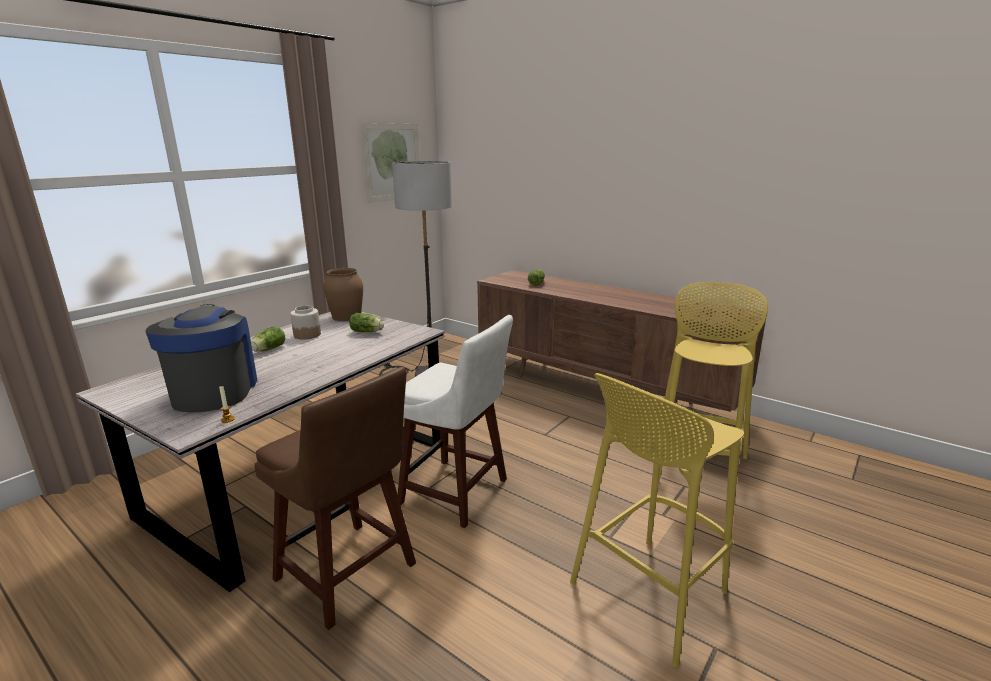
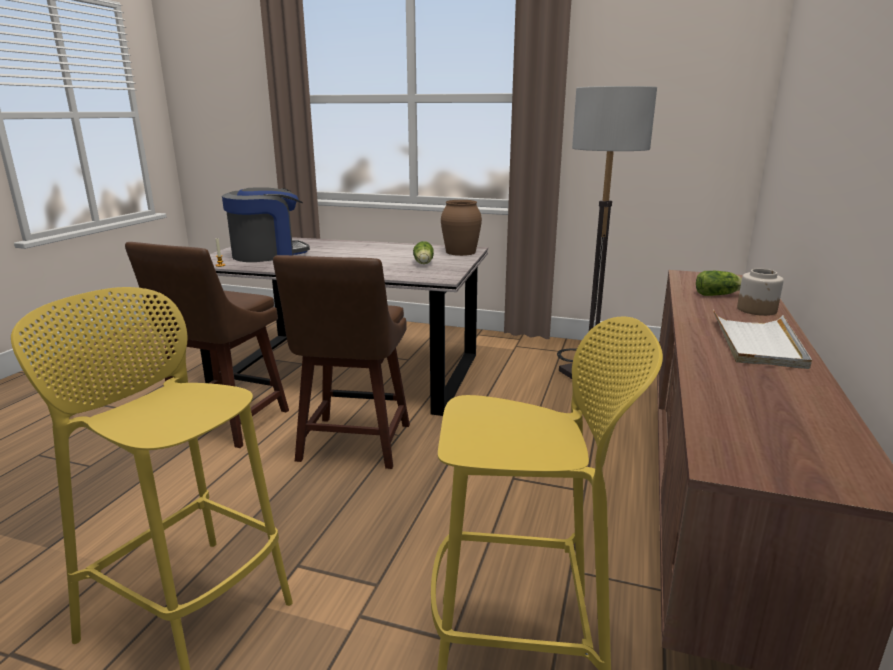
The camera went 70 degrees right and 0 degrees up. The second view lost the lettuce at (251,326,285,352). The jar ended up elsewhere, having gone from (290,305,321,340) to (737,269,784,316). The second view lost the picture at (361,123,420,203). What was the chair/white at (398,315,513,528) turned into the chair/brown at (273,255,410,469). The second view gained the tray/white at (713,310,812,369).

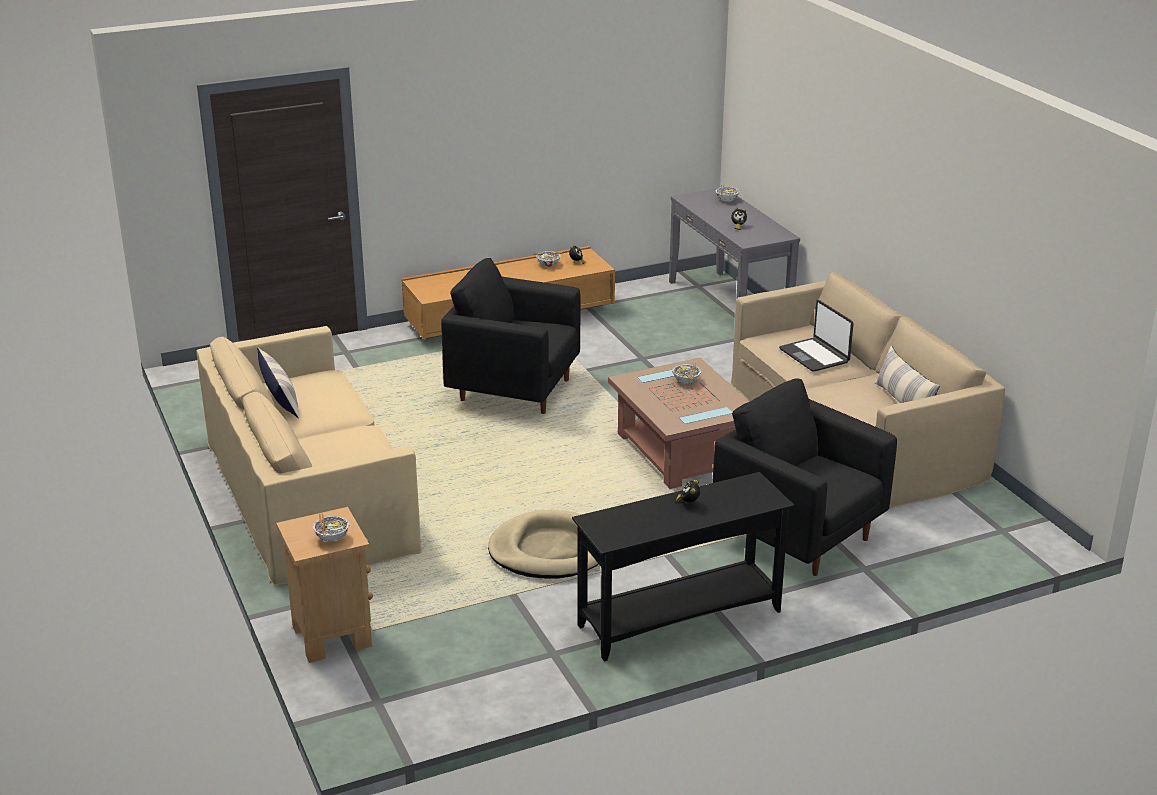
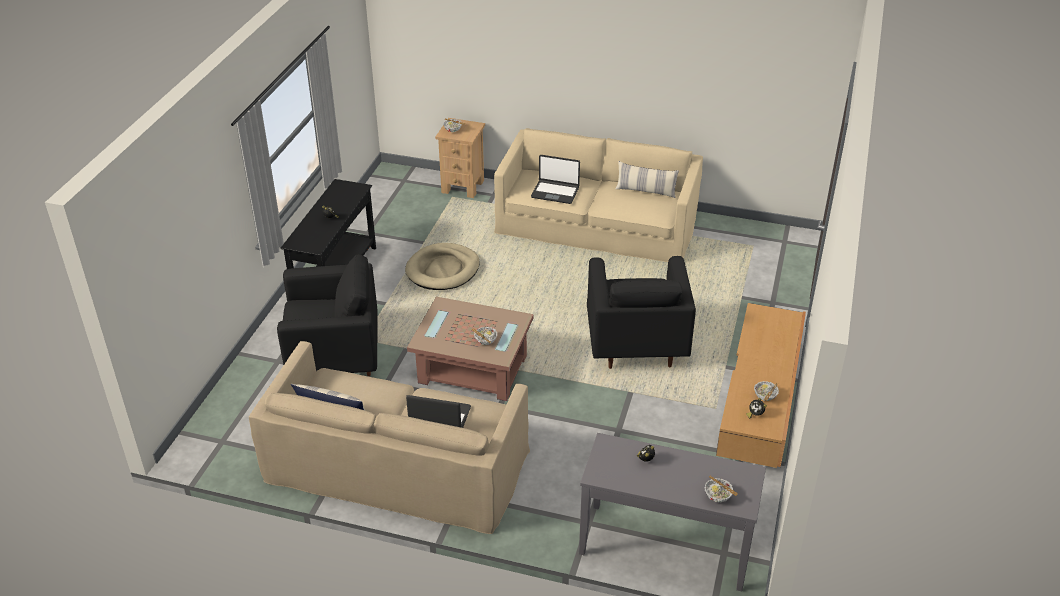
The camera went 130 degrees right and 10 degrees up. The armchair/black at (441,258,581,414) ended up facing another way, 120 degrees clockwise from before. The second view gained the laptop at (531,155,580,204).

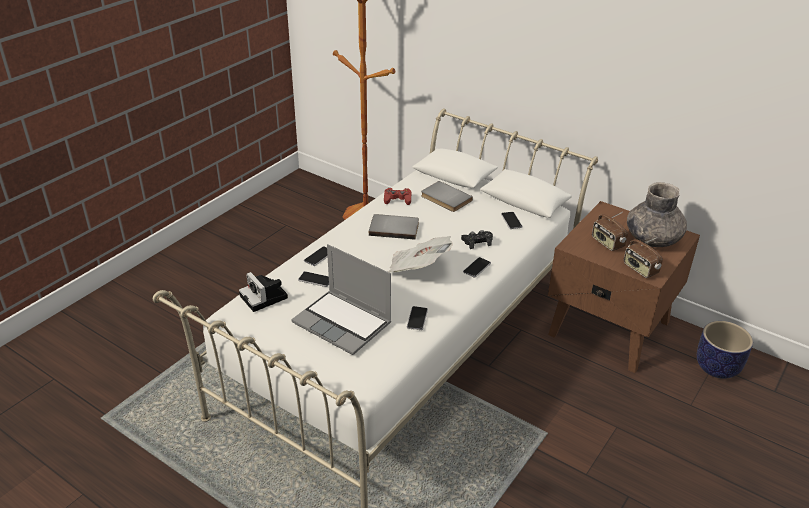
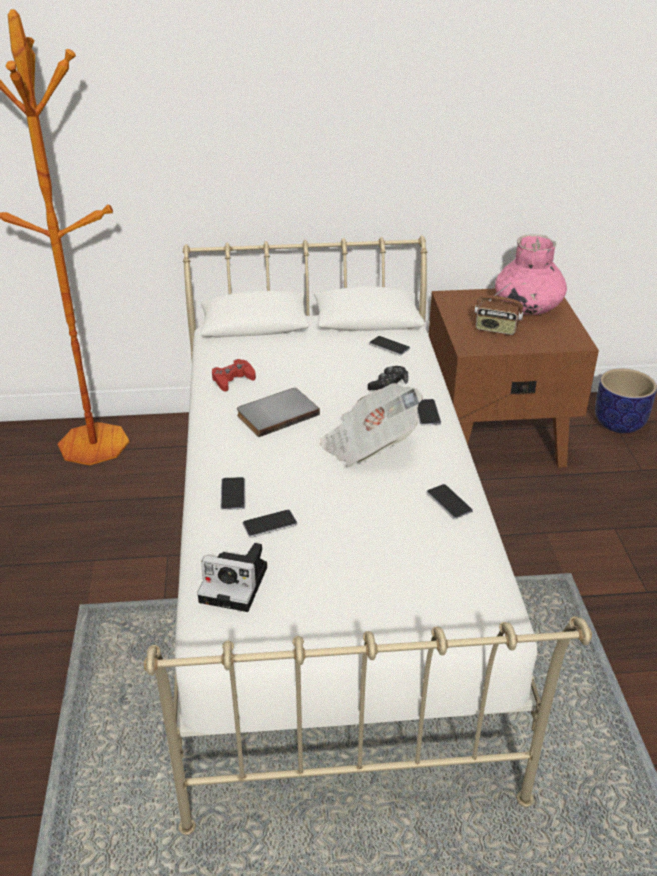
The camera went 40 degrees left and 0 degrees up. The second view lost the laptop at (291,244,391,355). The second view lost the book/grey at (421,181,473,212). The second view lost the radio at (624,237,663,278). What was the vase/grey at (627,182,687,247) turned into the vase/pink at (495,234,567,315).

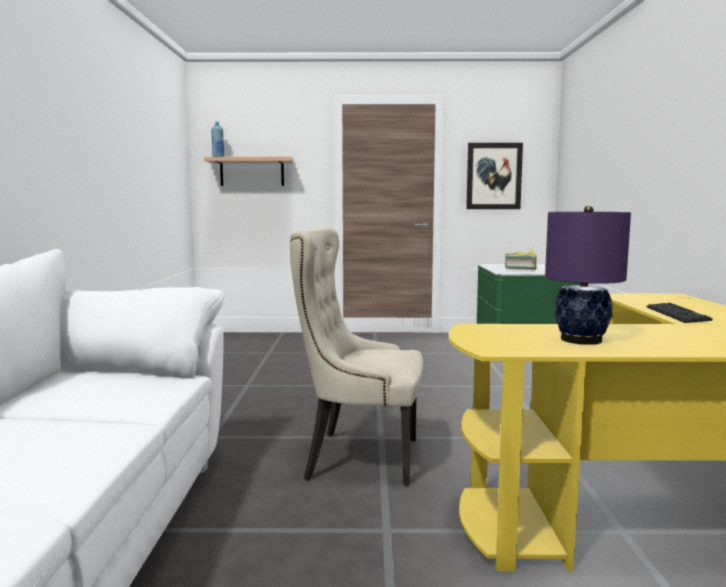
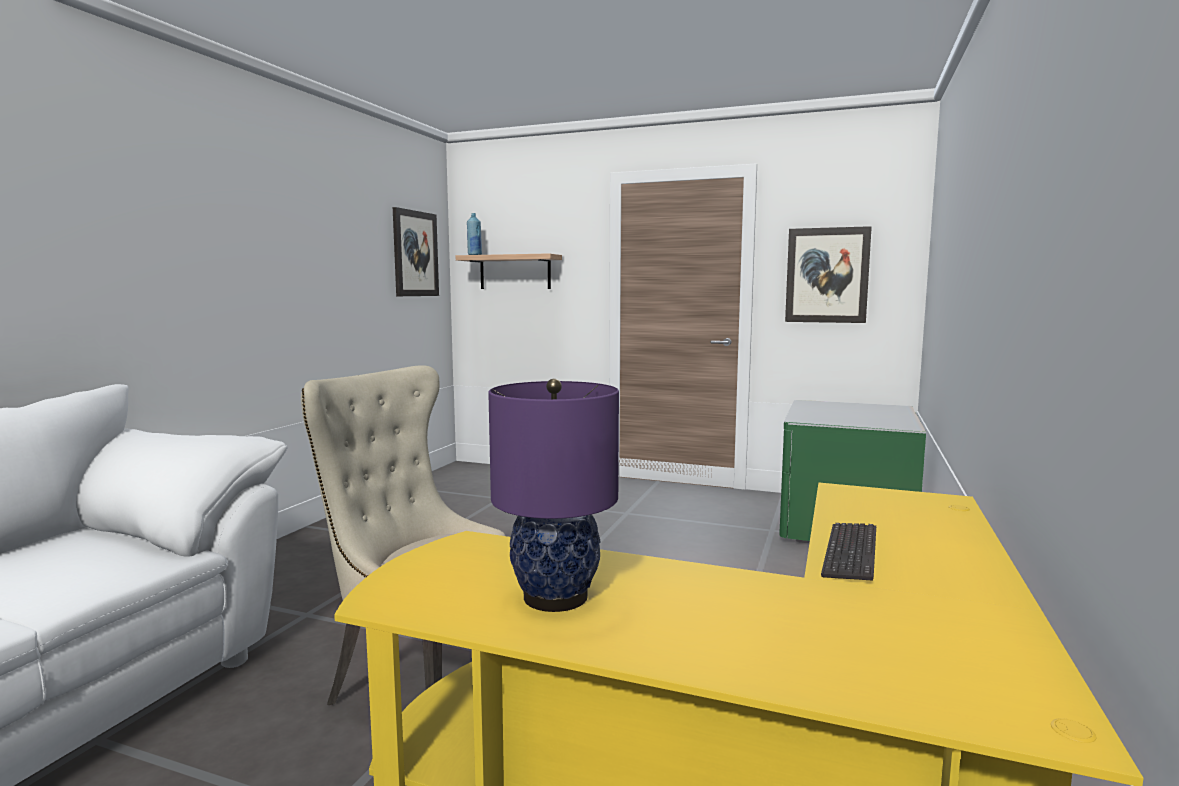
The camera went 20 degrees right and 0 degrees up. The second view lost the book at (505,249,537,270). The second view gained the picture at (393,207,439,296).

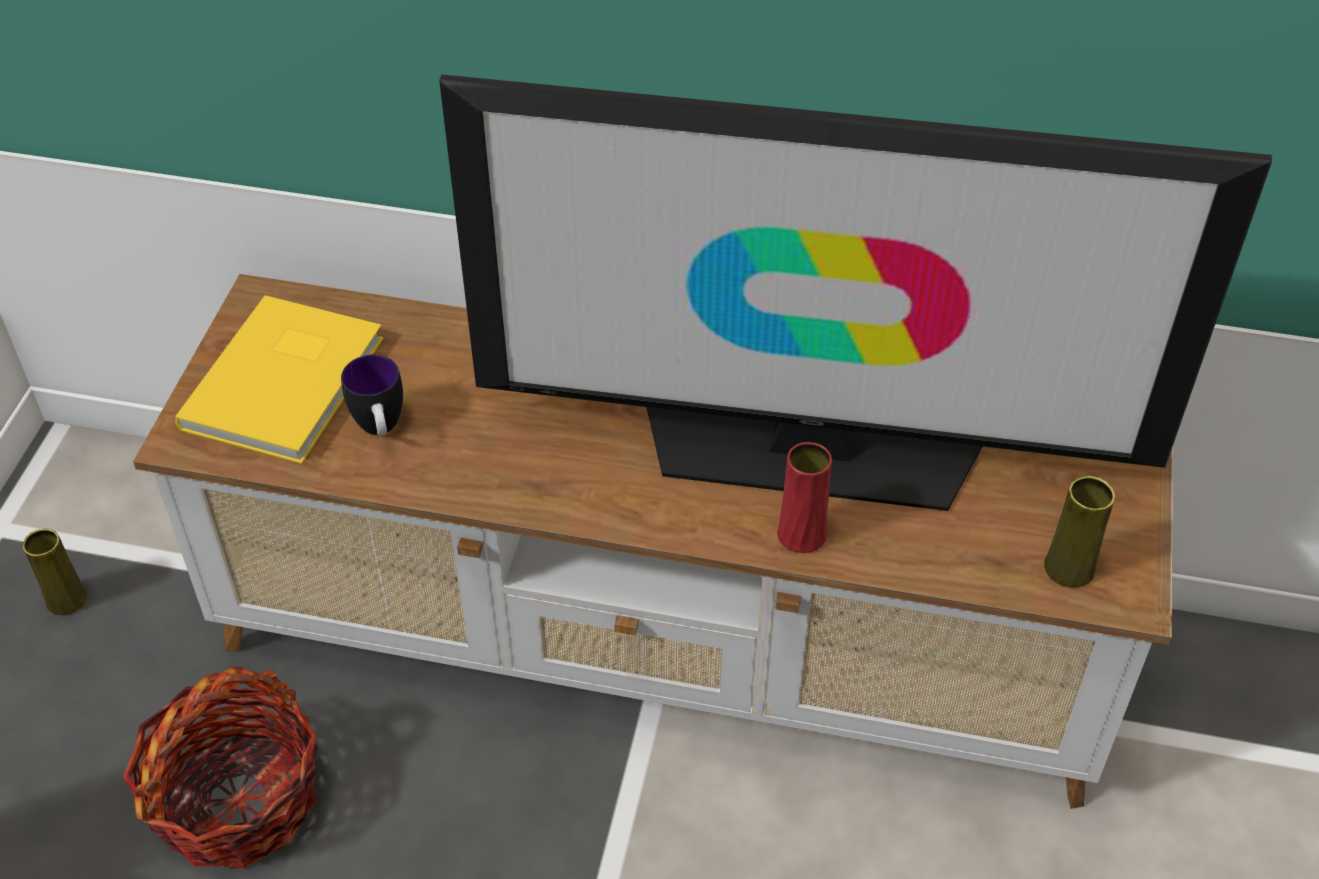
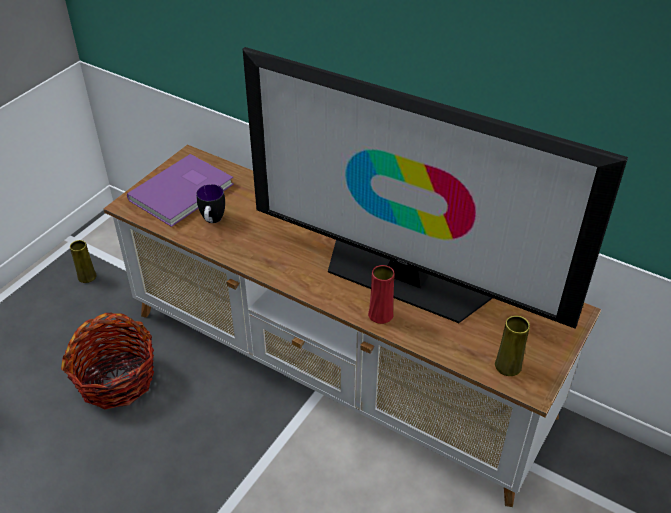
The camera went 20 degrees right and 5 degrees down. What was the book/yellow at (175,295,384,464) turned into the book/purple at (127,154,234,227).

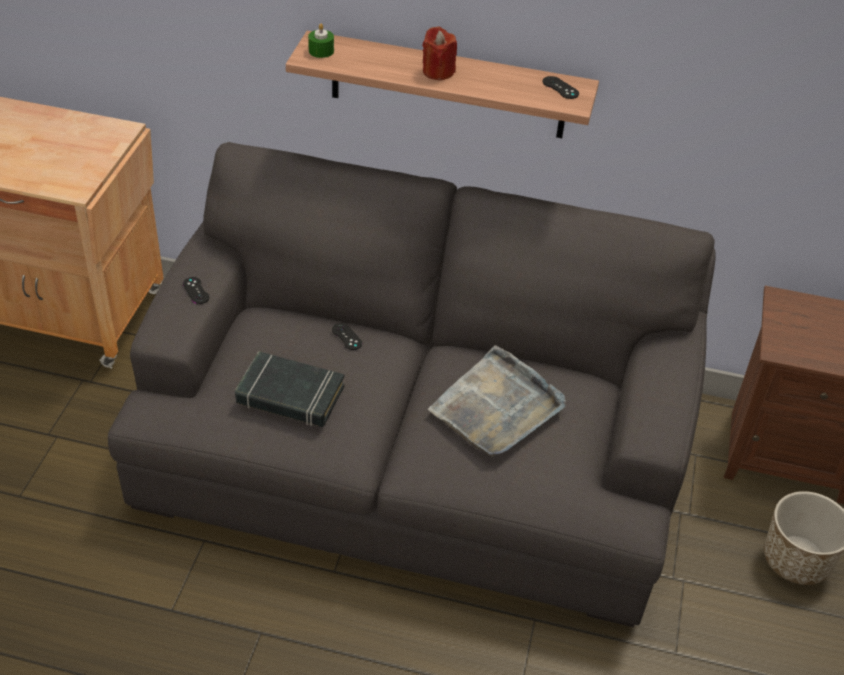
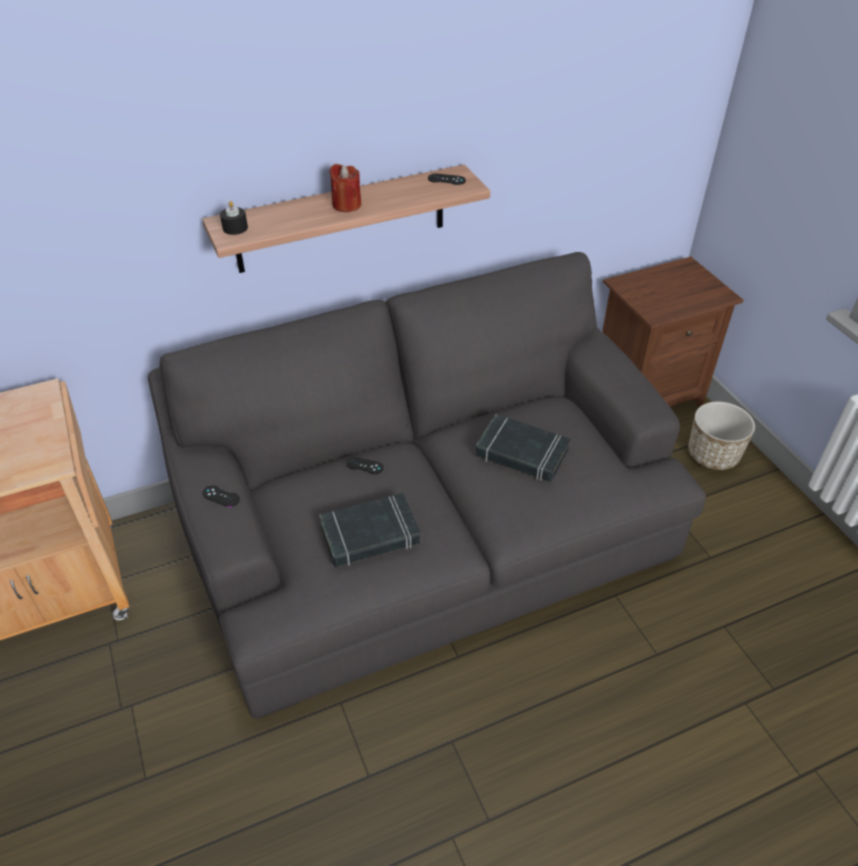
The camera went 35 degrees left and 0 degrees up. What was the candle/green at (308,24,334,58) turned into the candle/black at (220,201,248,235). Where the tray/grey stood at (428,345,566,457), the book/black came to stand at (476,414,570,482).

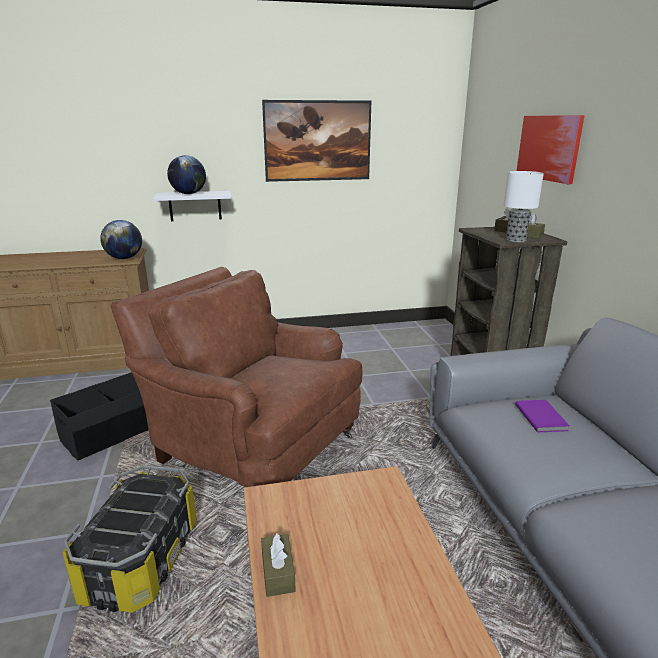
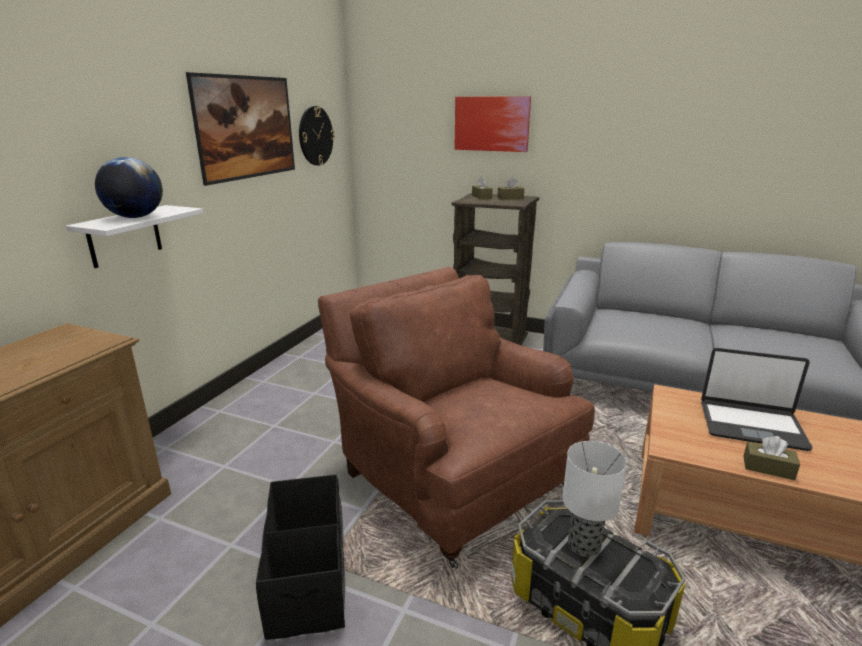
The camera went 55 degrees left and 0 degrees up. The second view lost the globe at (100,220,142,259). The armchair/brown at (111,267,362,487) ended up facing another way, 75 degrees clockwise from before. The table lamp ended up elsewhere, having gone from (503,171,544,242) to (562,441,627,557). The second view lost the book/purple at (515,400,570,432). The second view gained the wall clock at (299,106,335,166). The second view gained the laptop at (701,348,812,451).

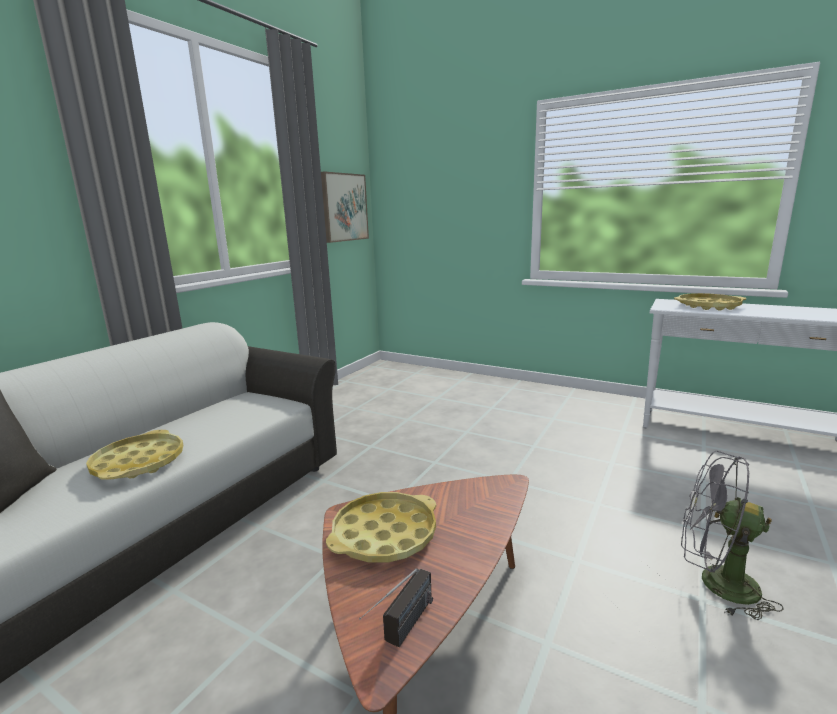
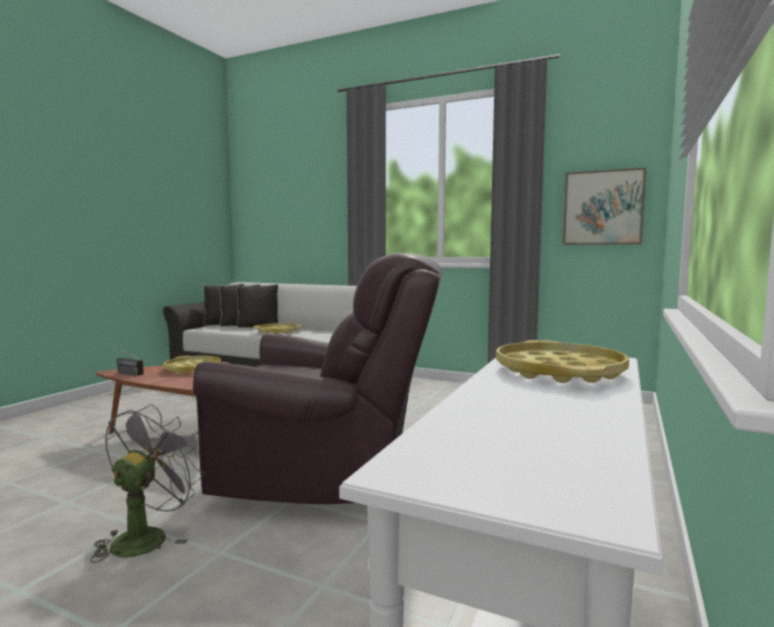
The camera went 85 degrees right and 10 degrees down. The second view gained the armchair/brown at (193,253,442,504).

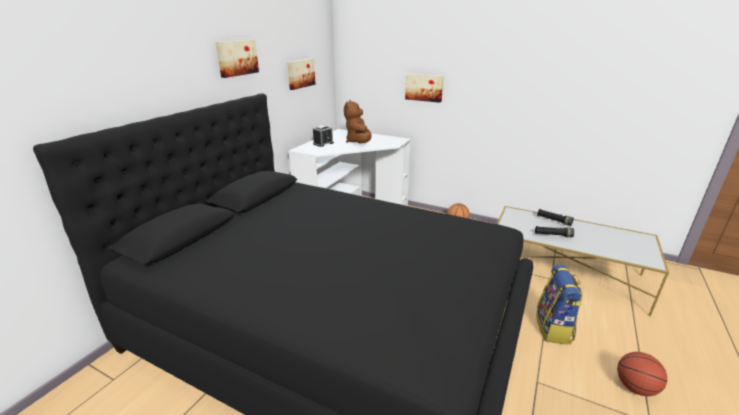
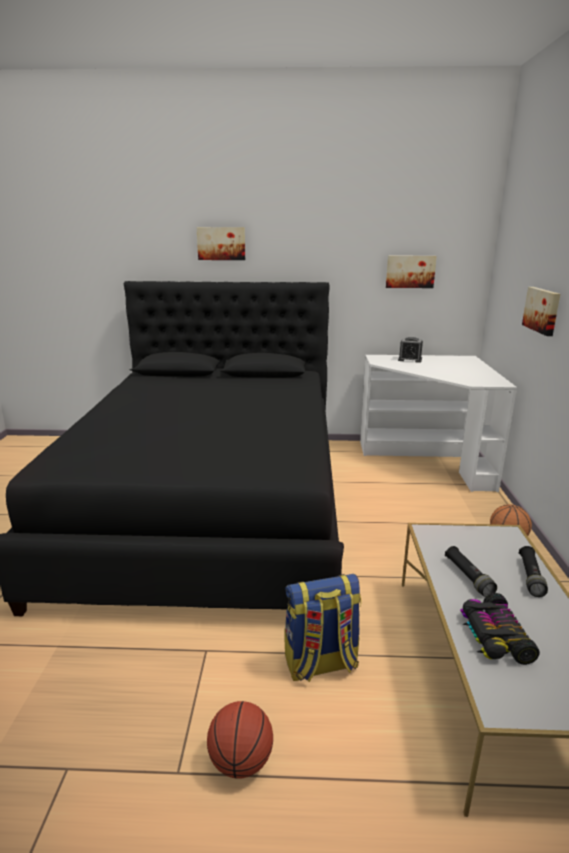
The camera went 65 degrees right and 5 degrees down. The picture ended up elsewhere, having gone from (215,40,259,78) to (196,227,245,260). The second view lost the plush toy/brown at (344,100,371,143). The second view gained the toy car at (460,593,540,665).

